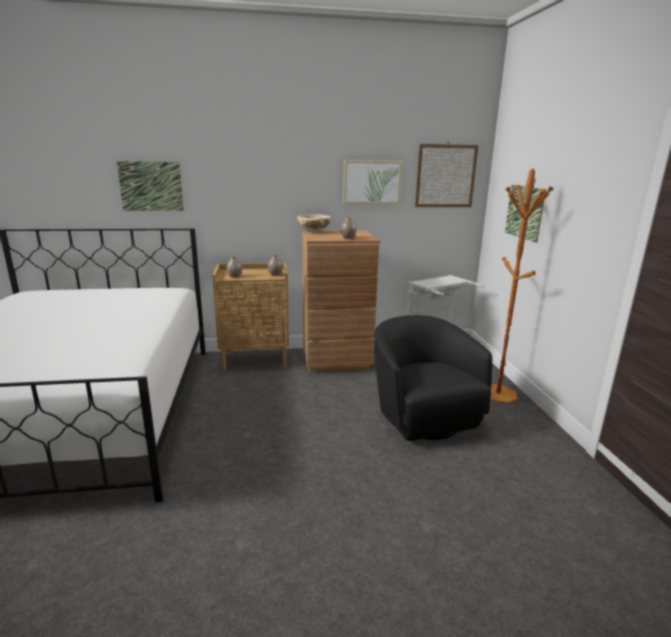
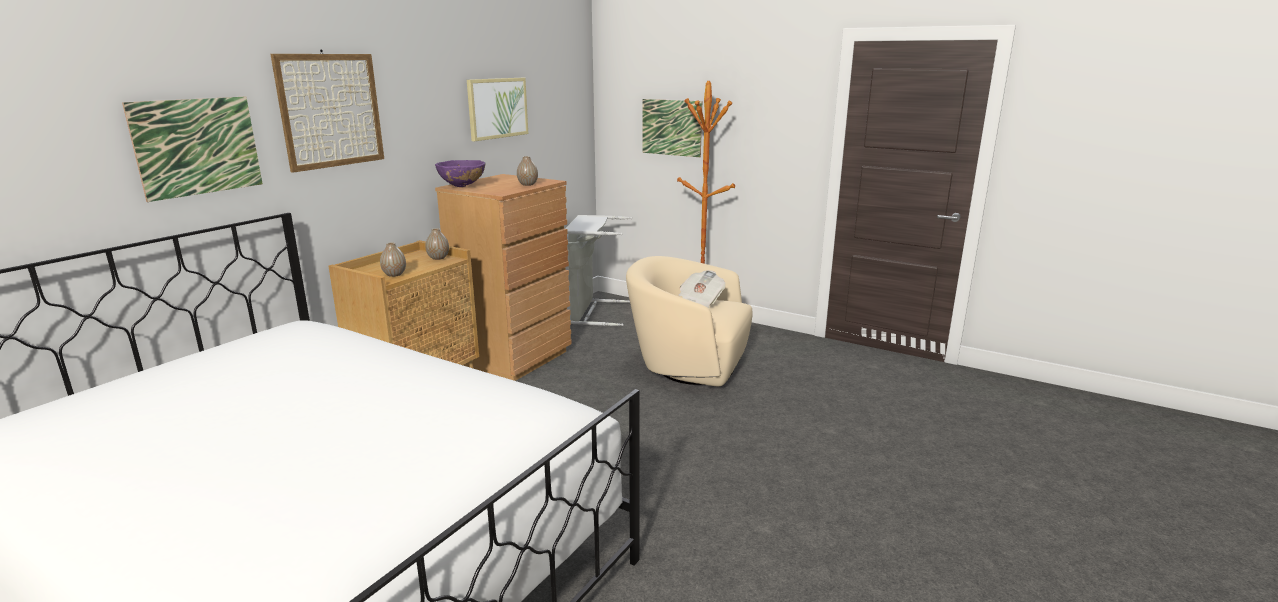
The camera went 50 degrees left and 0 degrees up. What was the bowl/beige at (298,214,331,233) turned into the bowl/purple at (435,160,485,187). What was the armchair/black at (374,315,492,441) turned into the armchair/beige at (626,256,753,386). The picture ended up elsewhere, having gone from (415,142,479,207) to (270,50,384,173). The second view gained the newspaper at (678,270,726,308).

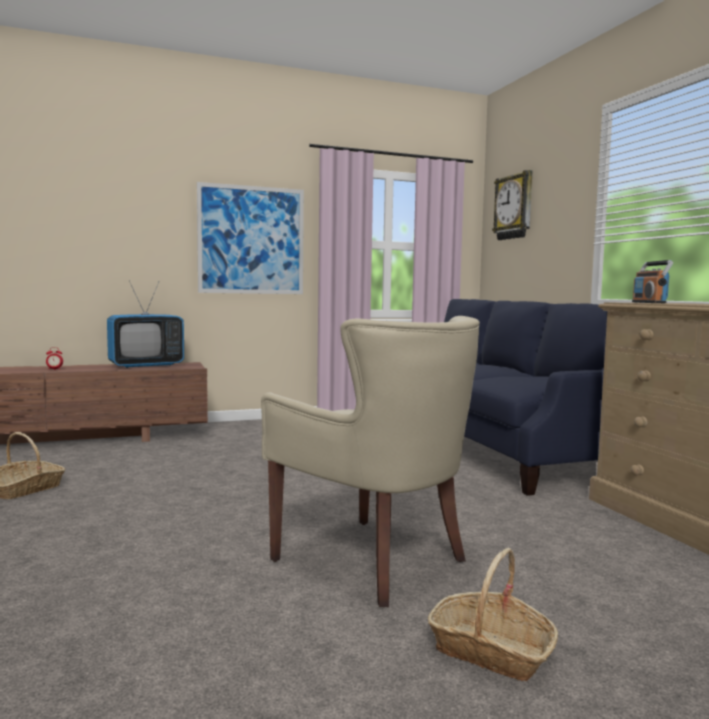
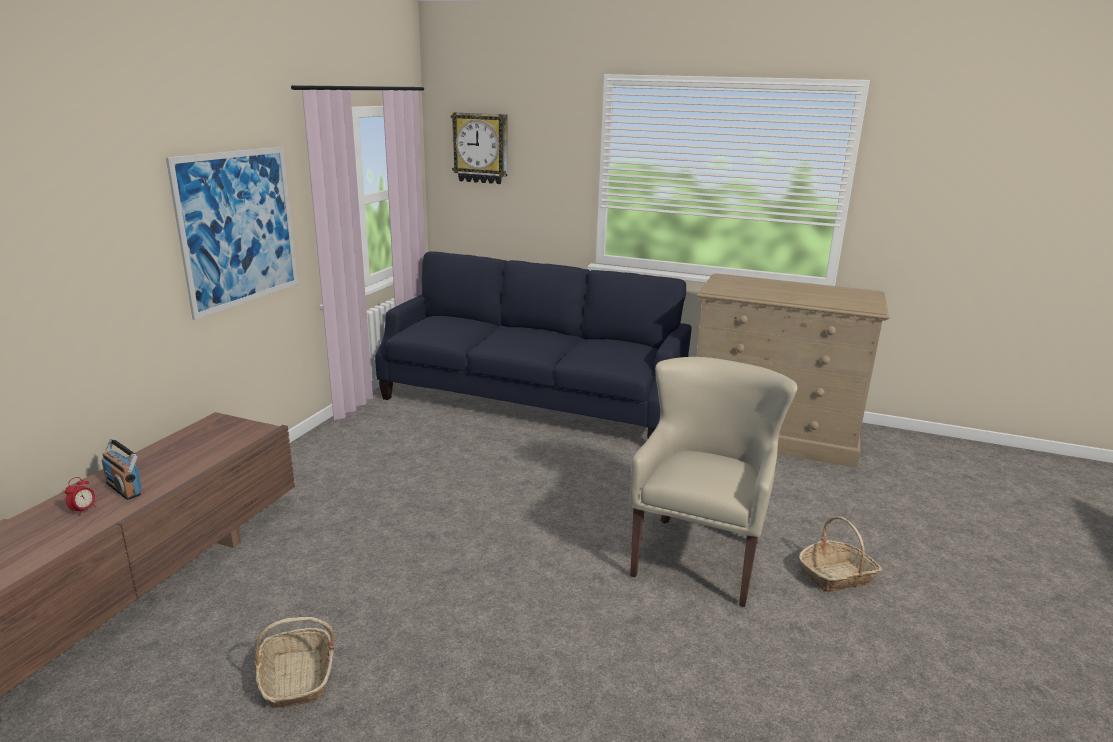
The camera went 50 degrees left and 15 degrees up. The second view lost the television at (107,281,184,368). The armchair/beige at (261,316,480,607) ended up facing another way, 60 degrees counterclockwise from before. The radio ended up elsewhere, having gone from (632,260,674,303) to (101,439,142,500).

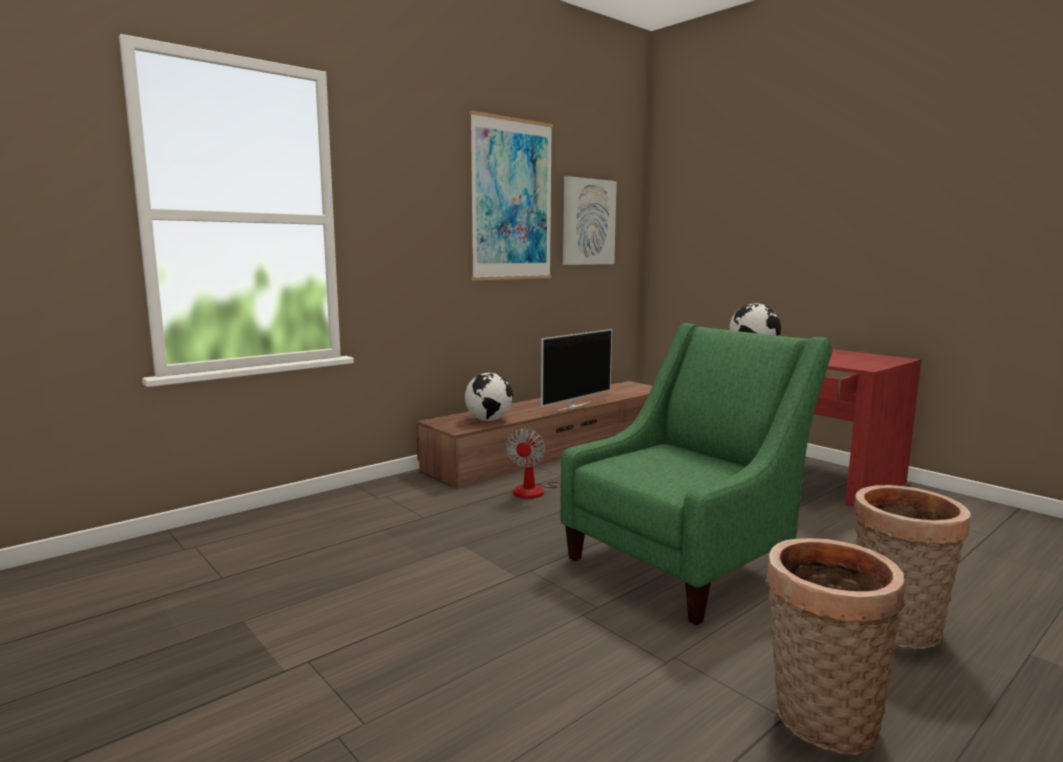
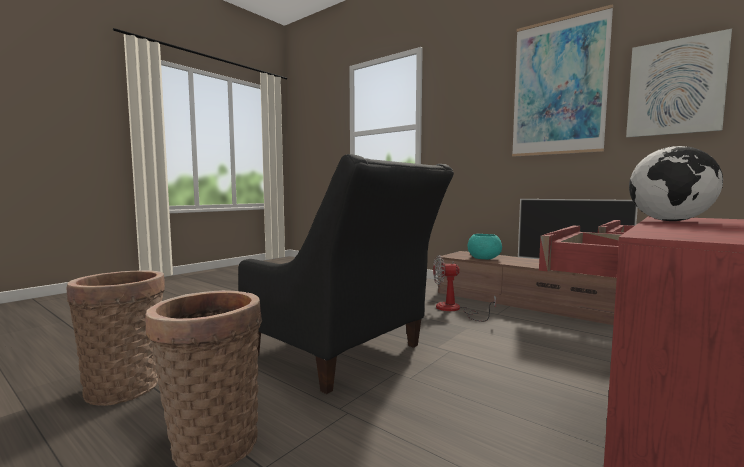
The camera went 80 degrees right and 5 degrees down. Where the globe stood at (465,372,513,421), the bowl/turquoise came to stand at (467,234,502,259). What was the armchair/green at (560,323,833,626) turned into the armchair/black at (238,154,454,394).

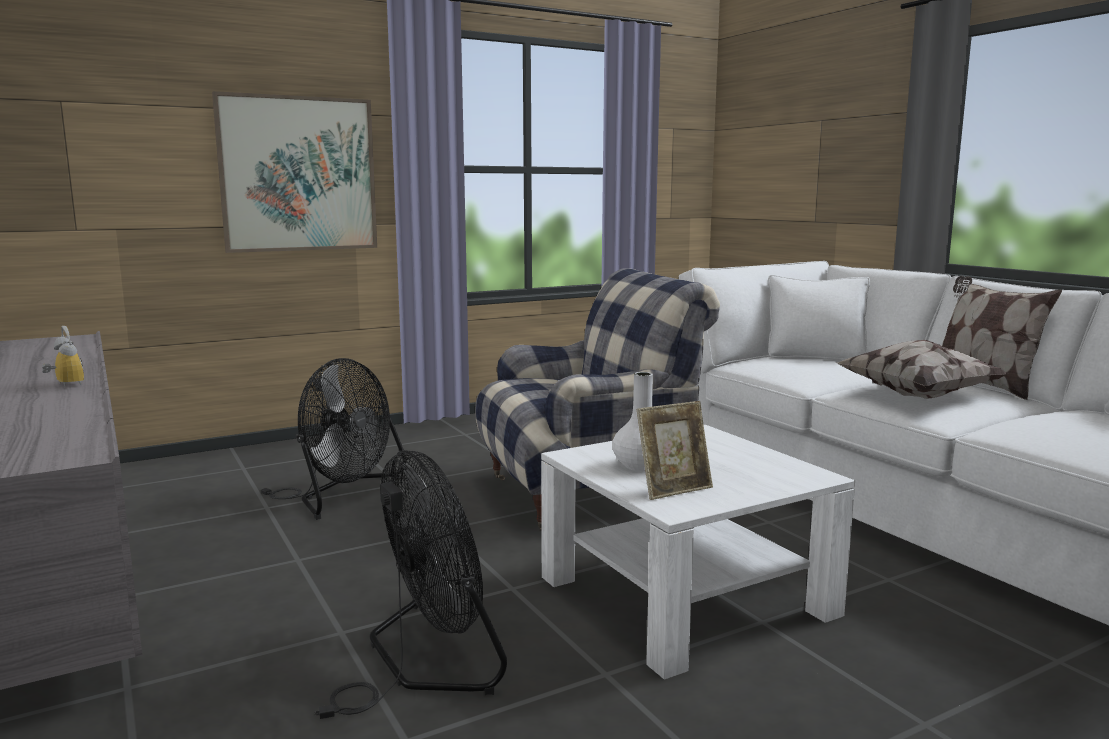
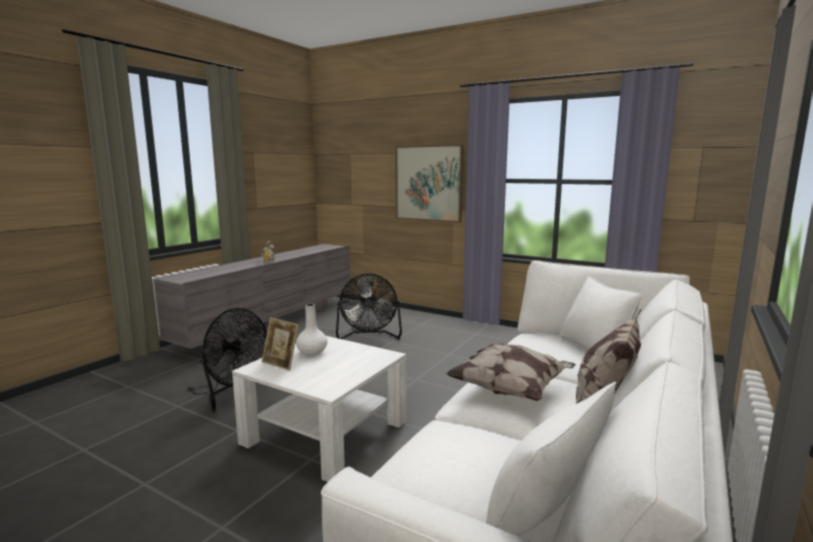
The camera went 60 degrees right and 0 degrees up. The second view lost the armchair at (475,268,720,531).

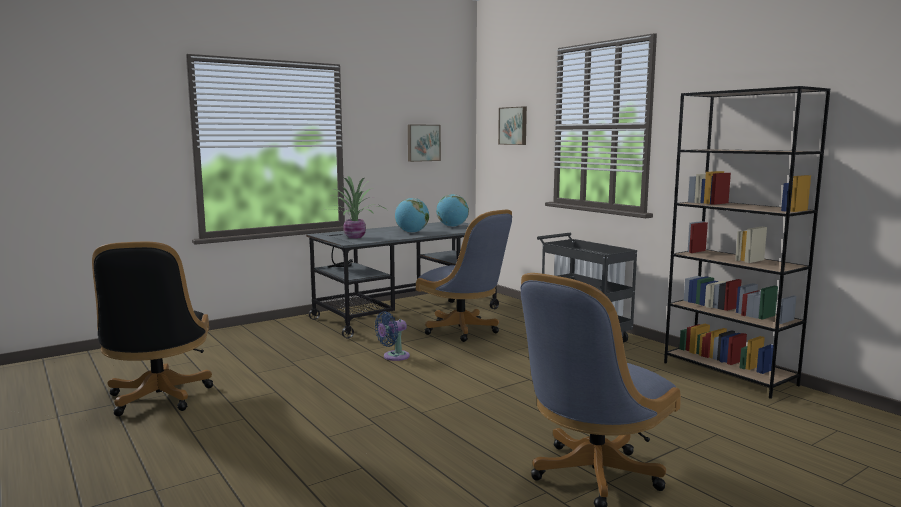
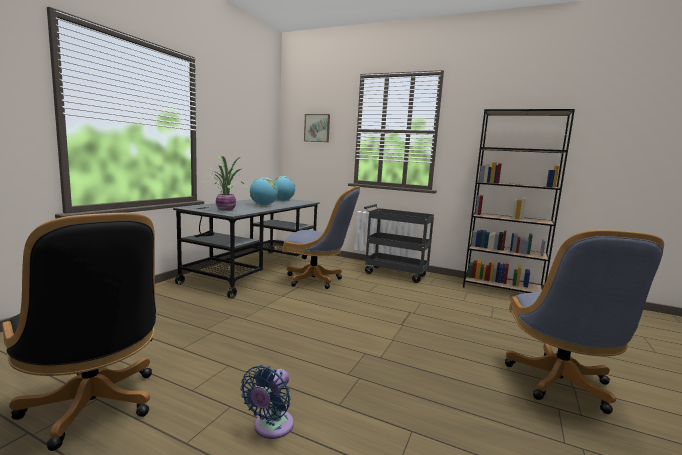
The camera went 30 degrees left and 0 degrees up. The fan/blue ended up elsewhere, having gone from (375,311,410,361) to (240,365,294,439). The second view lost the picture at (408,124,441,162).

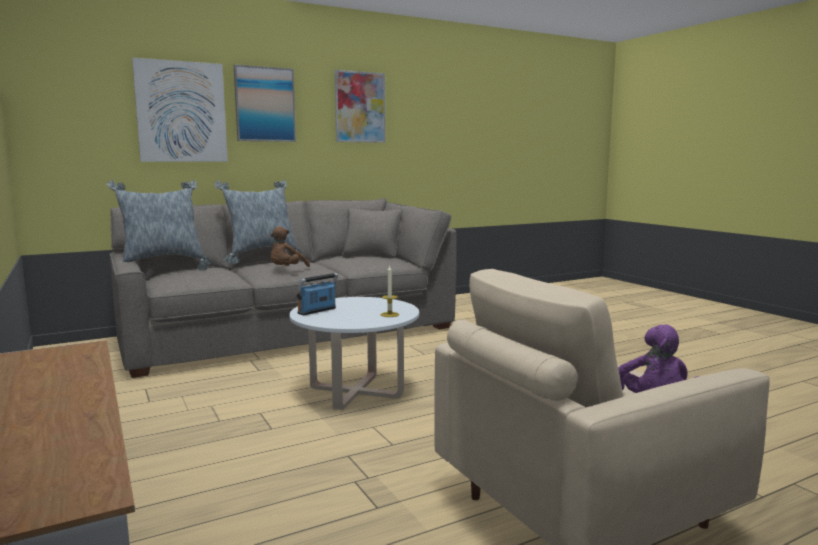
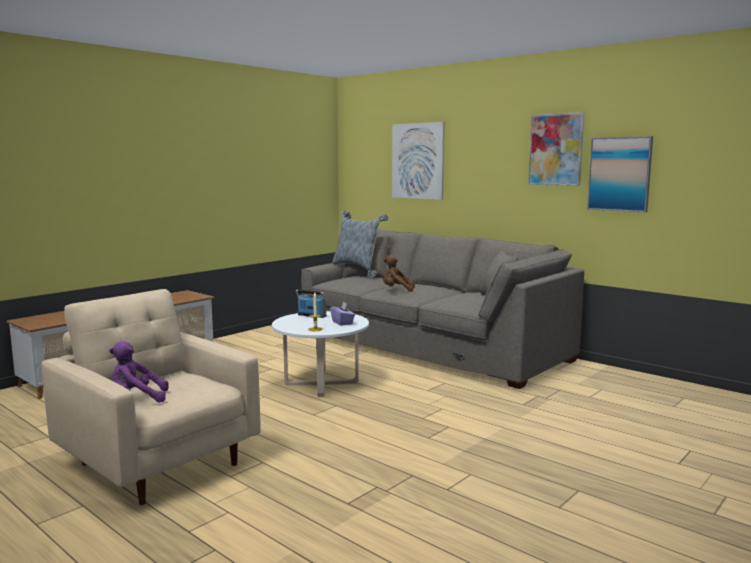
The camera went 70 degrees right and 0 degrees up. The second view lost the pillow at (214,180,304,264). The picture ended up elsewhere, having gone from (234,65,296,142) to (587,136,653,212). The second view gained the tissue box/purple at (330,301,355,326).

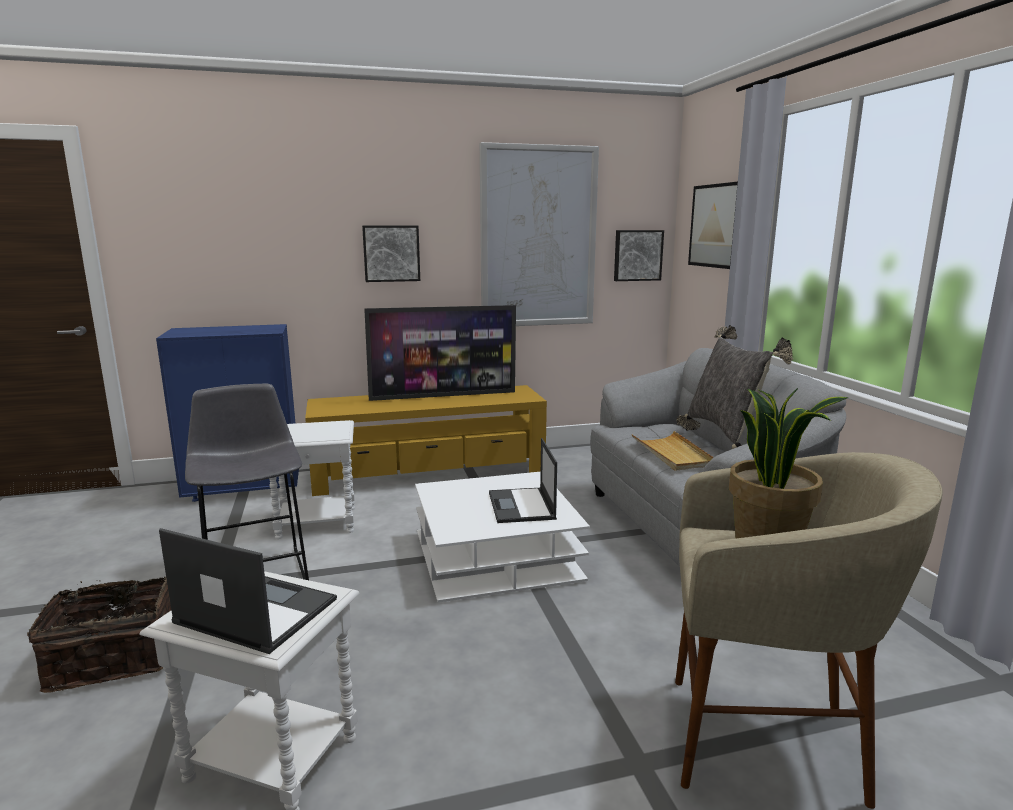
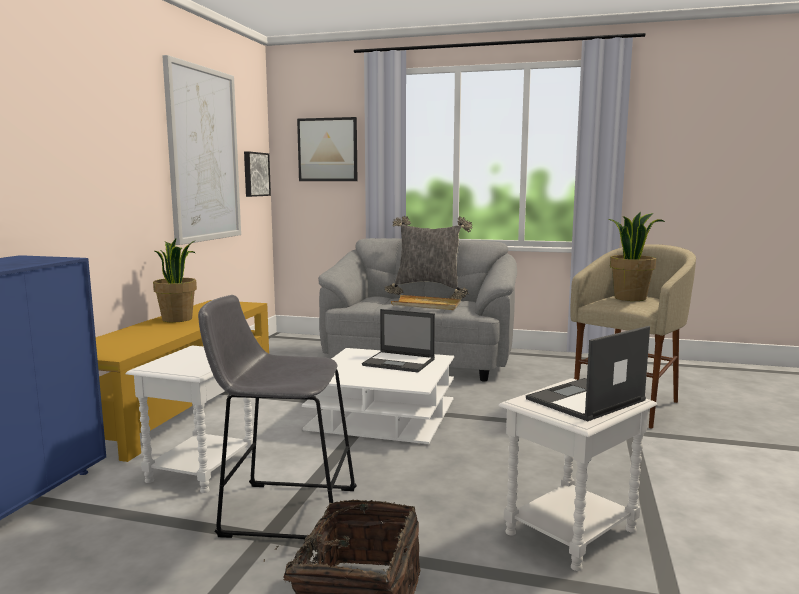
The camera went 60 degrees left and 5 degrees down. The second view lost the picture at (362,226,420,282). Where the television stood at (364,305,516,401), the potted plant came to stand at (153,239,197,322).

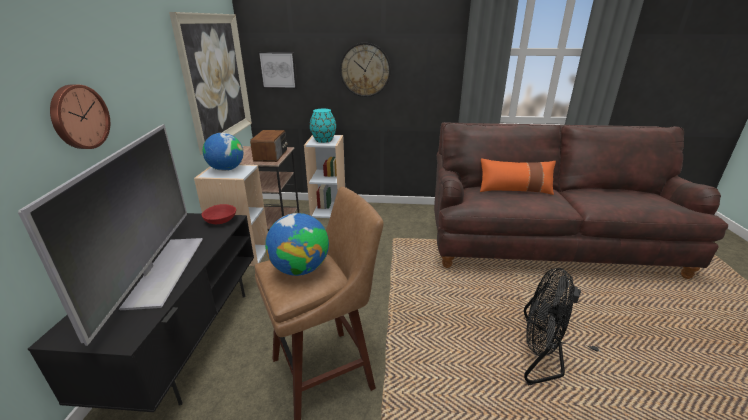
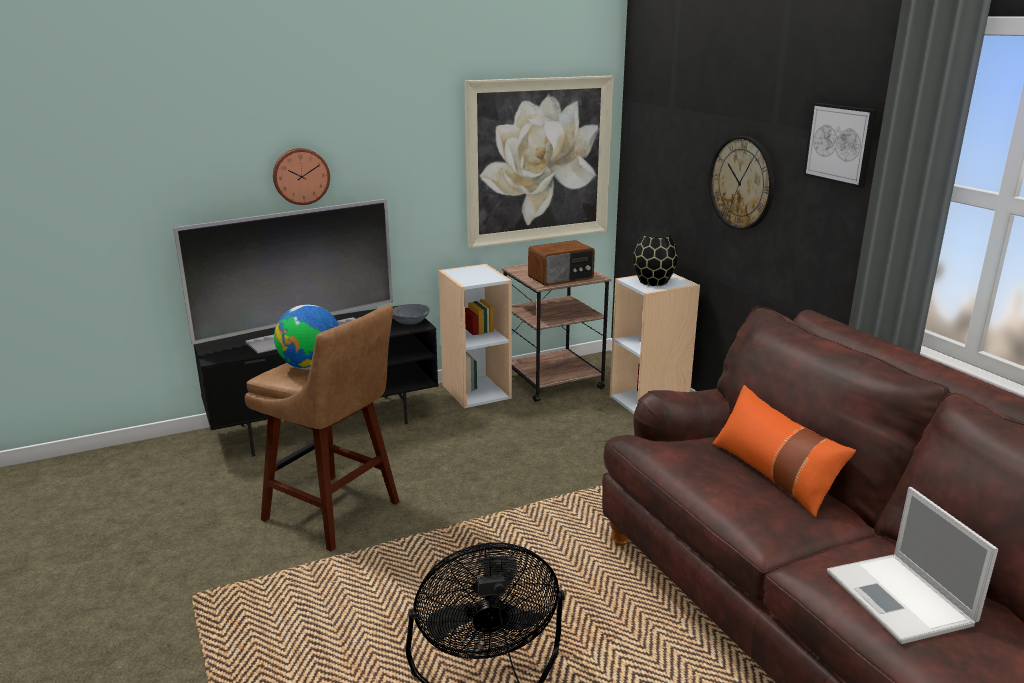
The camera went 60 degrees right and 5 degrees down. What was the bowl/red at (202,204,236,224) turned into the bowl/grey at (393,304,430,325). The second view lost the globe at (203,133,243,171). The picture ended up elsewhere, having gone from (258,52,297,89) to (803,103,877,188). What was the vase/turquoise at (310,109,336,143) turned into the vase/black at (633,230,678,286). The second view gained the laptop at (827,487,998,644).

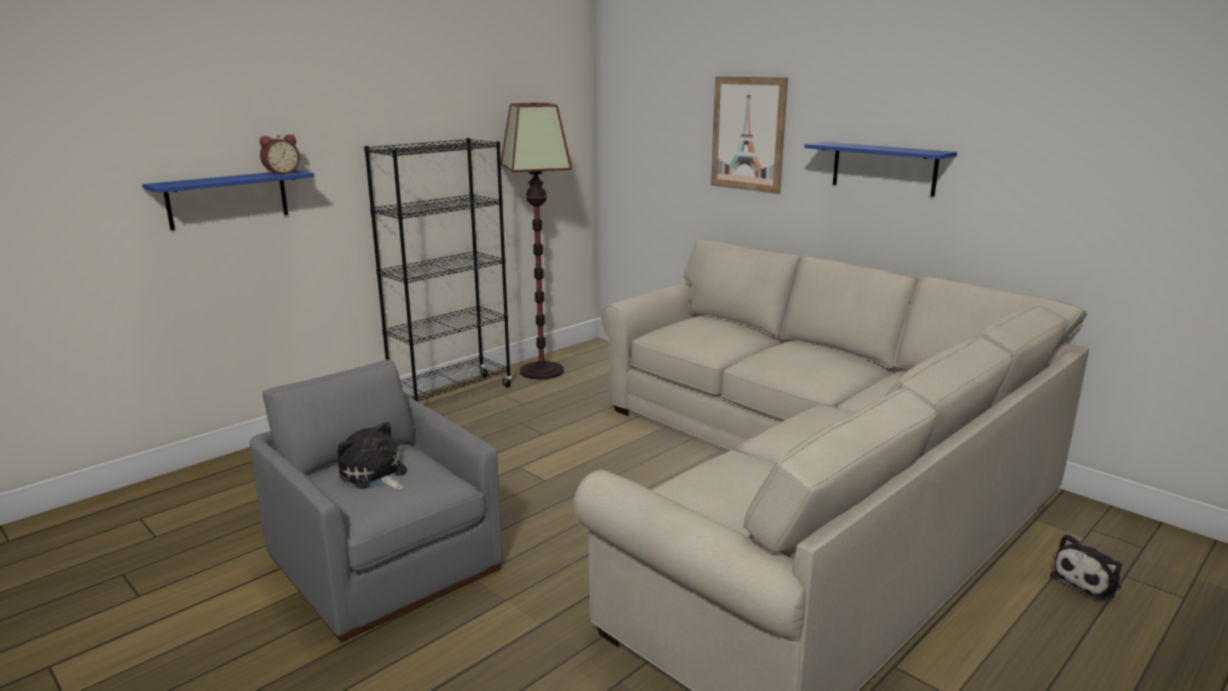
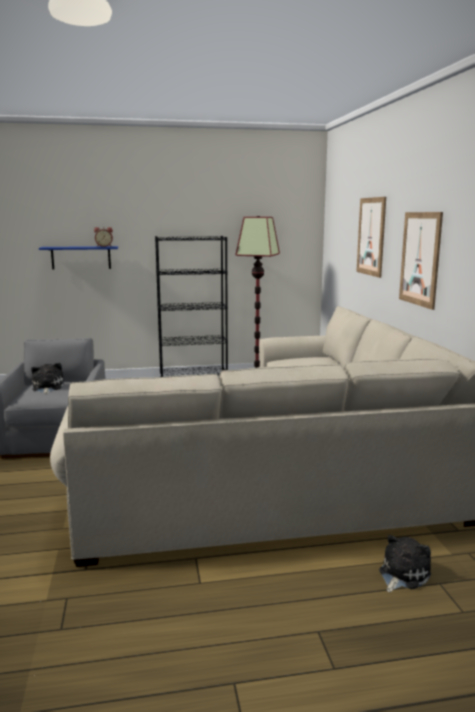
The camera went 35 degrees right and 5 degrees down. Where the shelf/blue hung at (804,142,957,197), the picture came to hang at (399,212,443,310). The plush toy at (1050,534,1122,600) ended up facing another way, 135 degrees clockwise from before.

